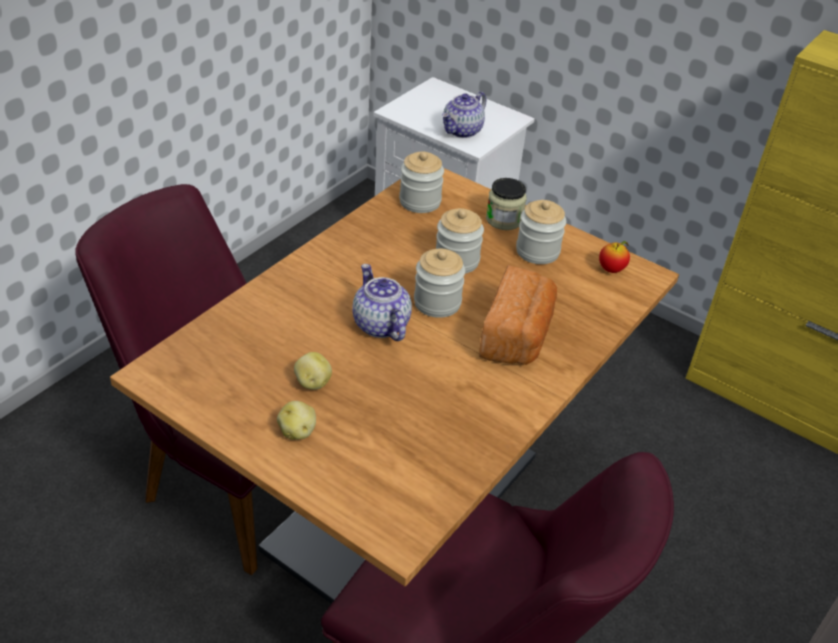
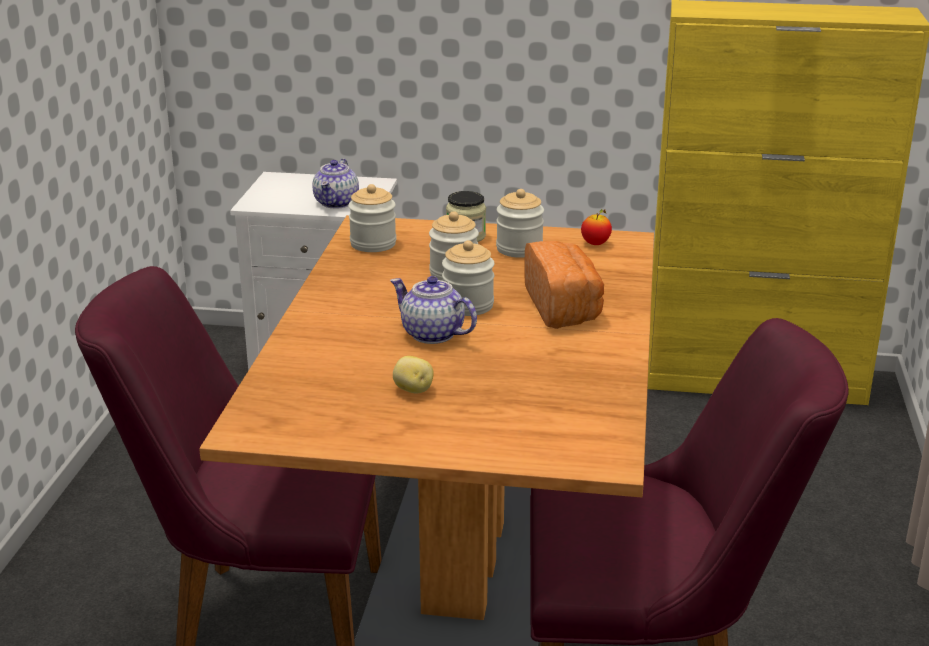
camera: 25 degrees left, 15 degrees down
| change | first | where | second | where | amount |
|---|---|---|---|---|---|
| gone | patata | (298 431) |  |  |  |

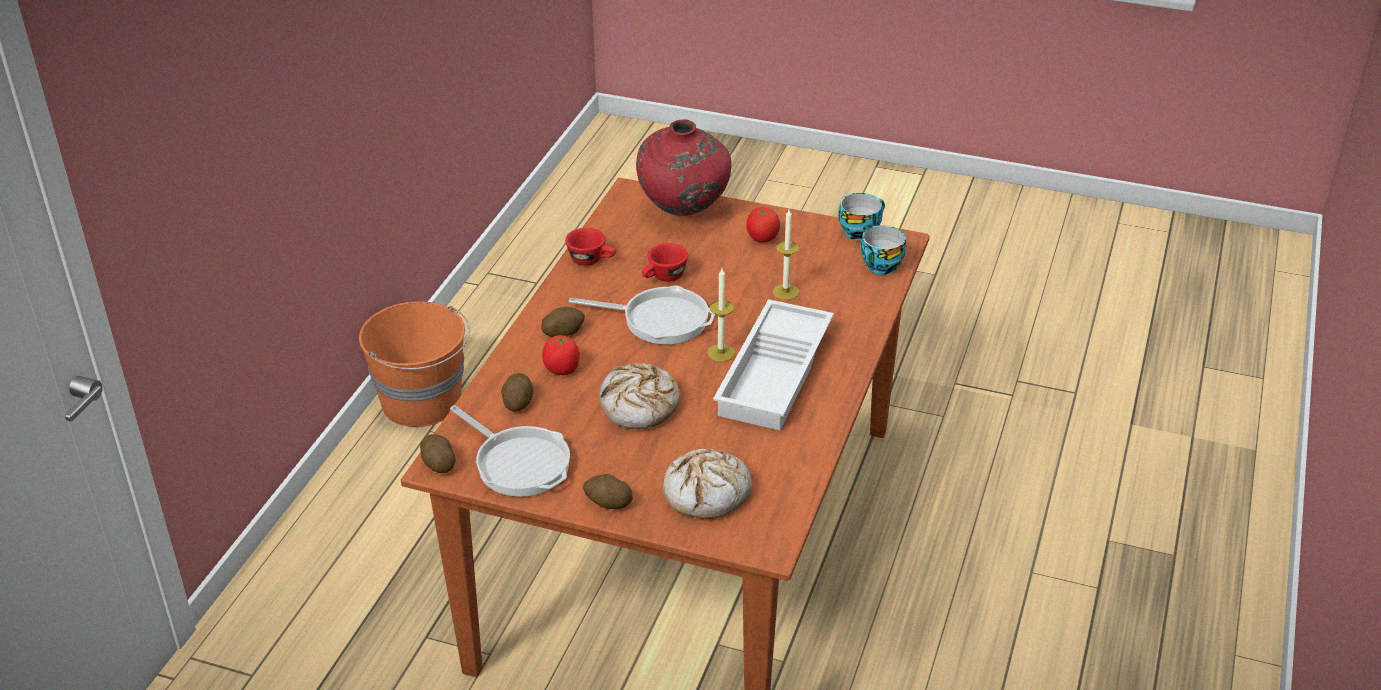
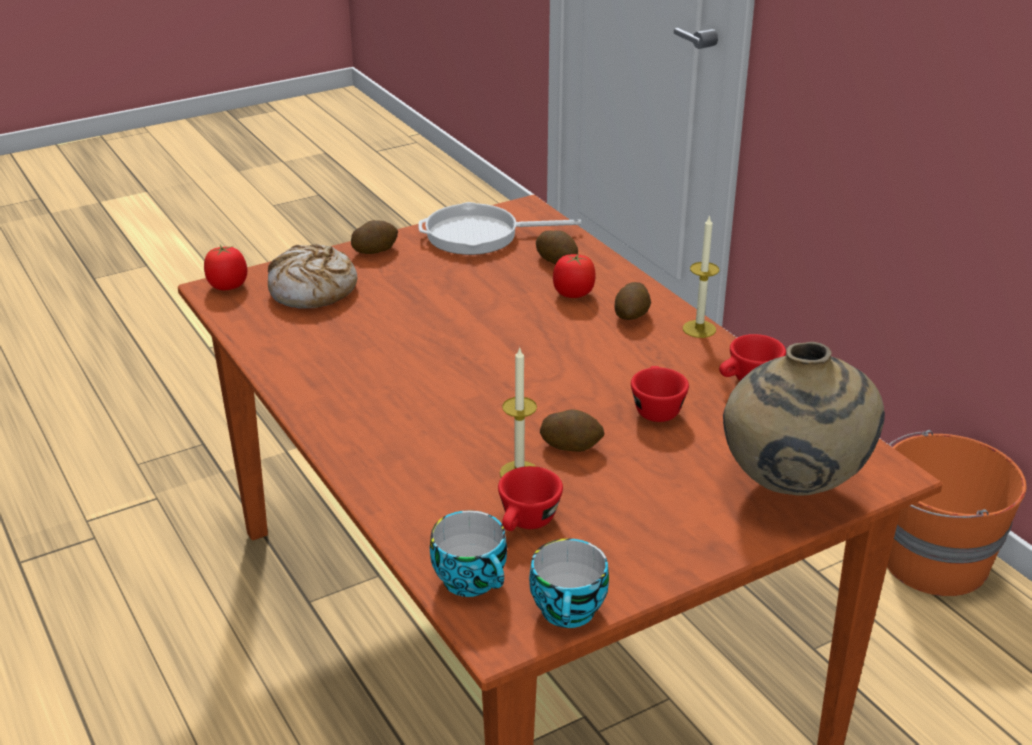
camera: 130 degrees right, 5 degrees down
| change | first | where | second | where | amount |
|---|---|---|---|---|---|
| repainted | florero/rojo | (684 211) | florero/beis | (790 489) |  |
| shifted | tomate | (762 238) |  | (228 286) |  |
| shifted | vela | (721 353) |  | (699 329) |  |
| gone | sartén | (659 320) |  |  |  |
| gone | bandeja/blanco | (776 374) |  |  |  |
| gone | pan | (639 406) |  |  |  |
| shifted | patata | (438 464) |  | (571 445) |  |
| new |  |  | taza/rojo | (526 523) |  |

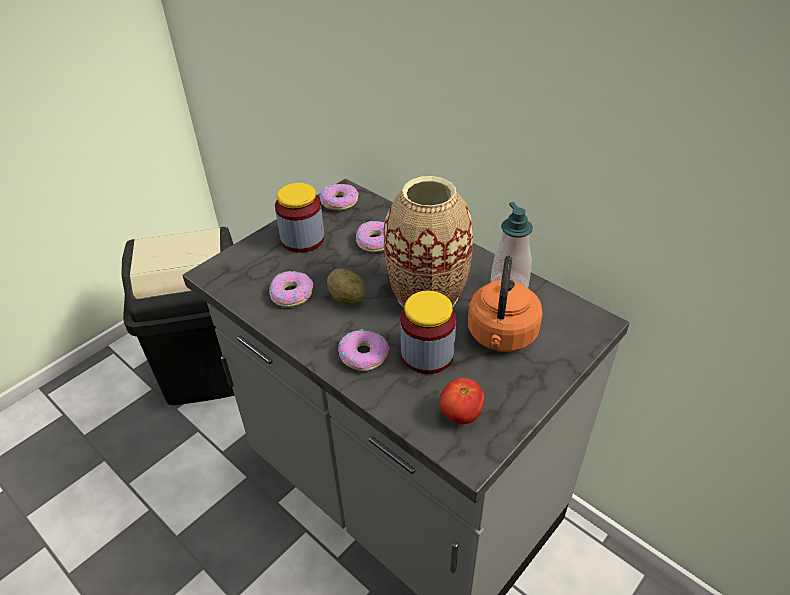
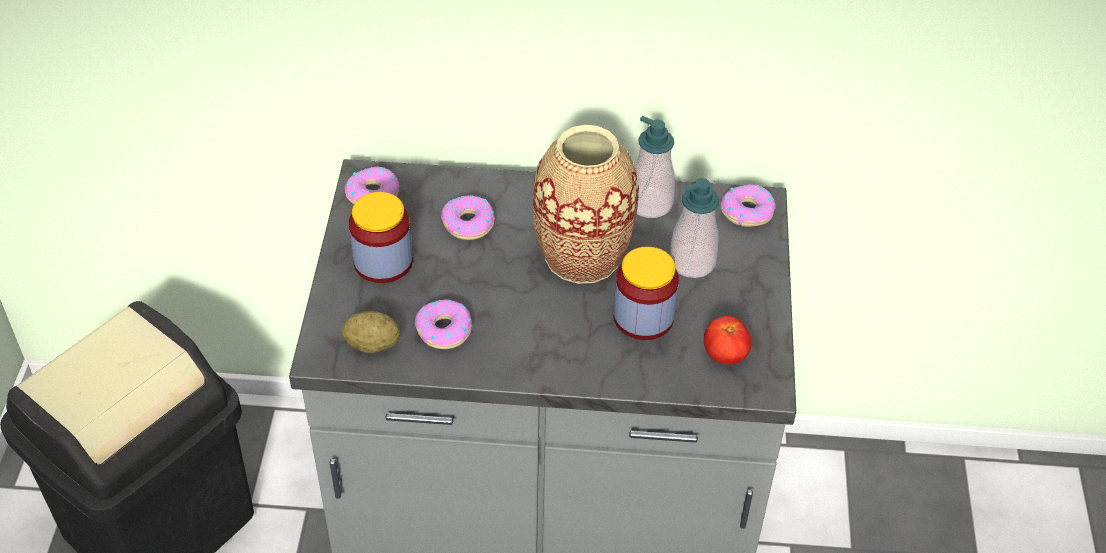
camera: 40 degrees left, 5 degrees up
| change | first | where | second | where | amount |
|---|---|---|---|---|---|
| swapped | hervidor/naranja | (501 336) | dispensador de jabón | (692 262) |  |
| shifted | patata | (347 298) |  | (372 345) |  |
| shifted | rosquilla | (363 355) |  | (747 211) |  |

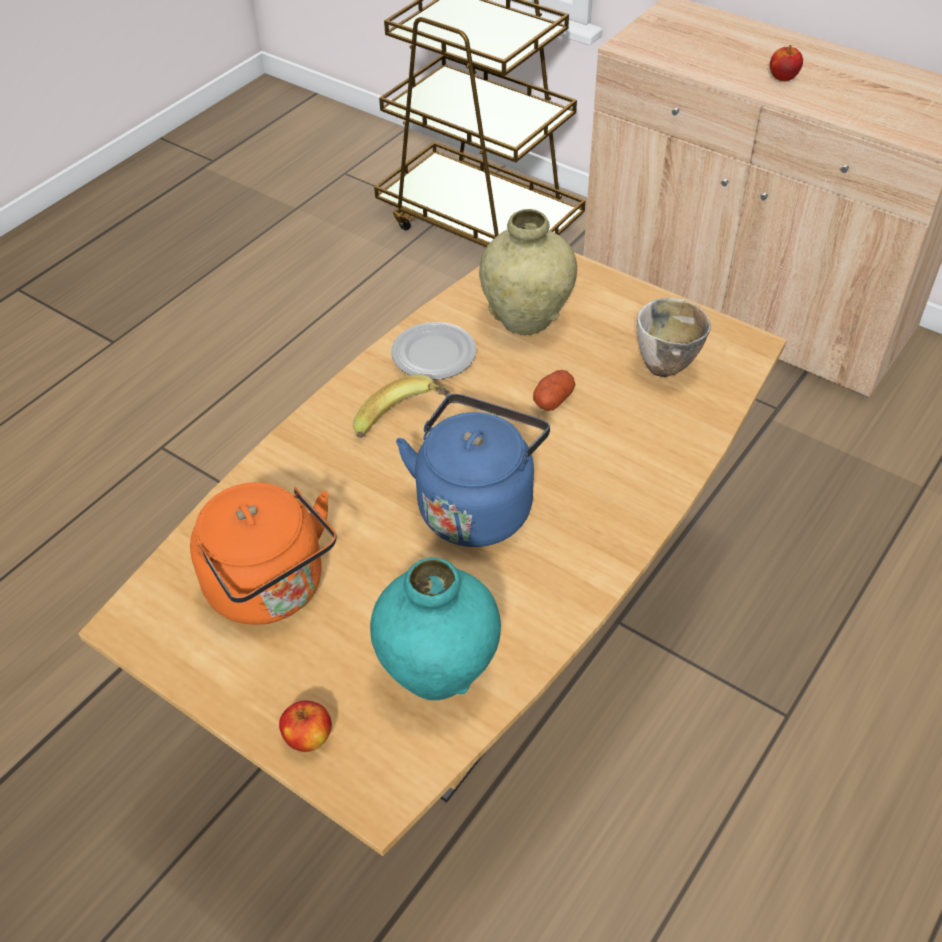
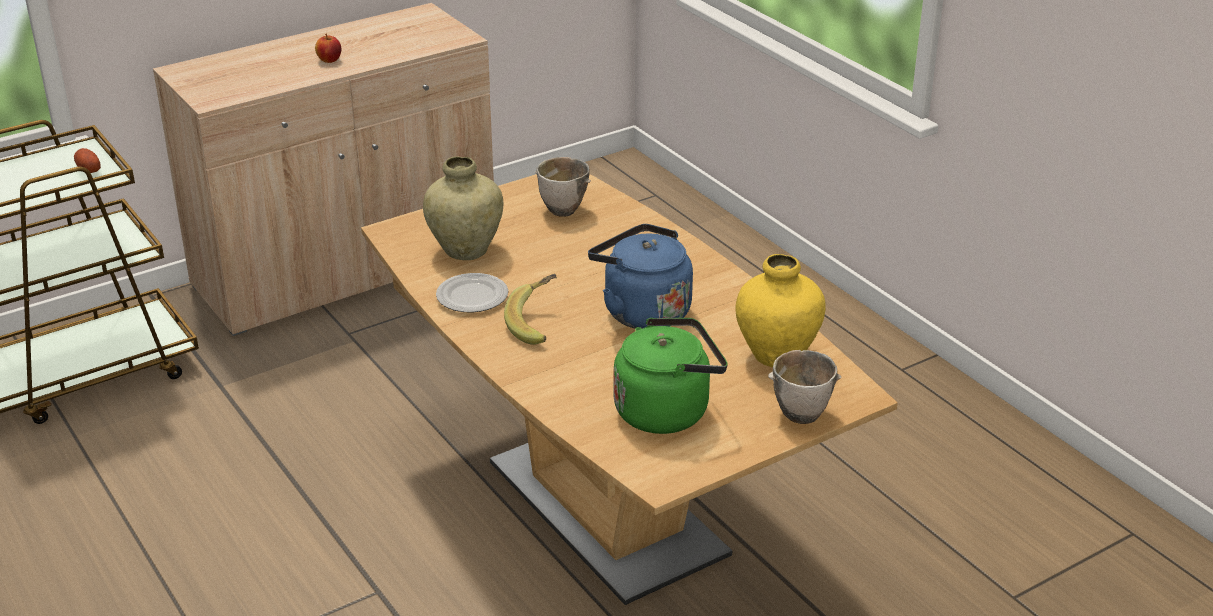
camera: 70 degrees left, 15 degrees down
| change | first | where | second | where | amount |
|---|---|---|---|---|---|
| shifted | patata | (553 399) |  | (88 169) |  |
| repainted | hervidor/naranja | (271 590) | hervidor/verde | (667 410) |  |
| repainted | florero/turquesa | (438 672) | florero/amarillo | (777 355) |  |
| swapped | manzana | (309 738) | cuenco | (803 415) |  |

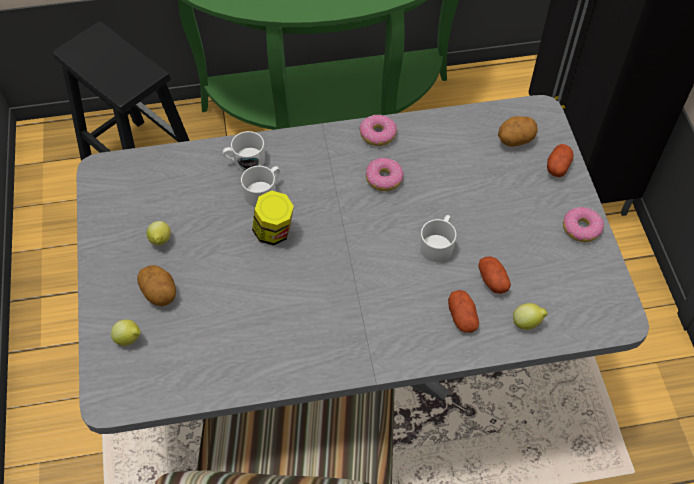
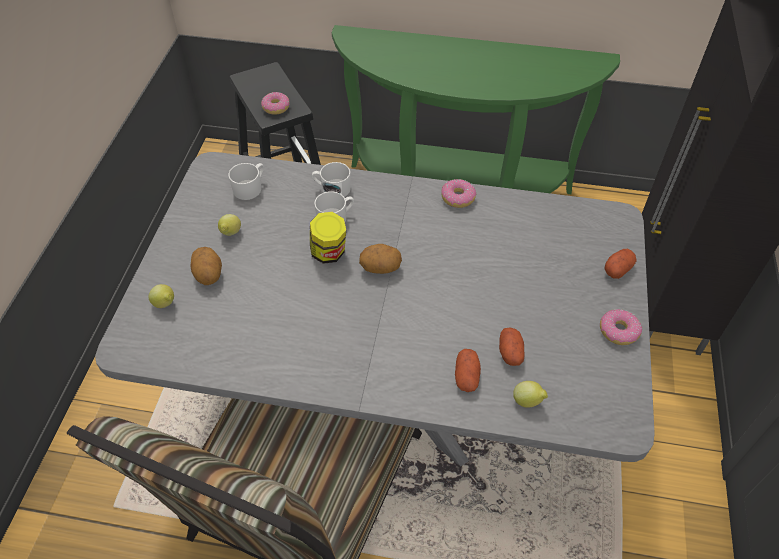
camera: 20 degrees right, 5 degrees down
| change | first | where | second | where | amount |
|---|---|---|---|---|---|
| shifted | patata | (515 140) |  | (380 268) |  |
| shifted | rosquilla | (384 179) |  | (276 107) |  |
| shifted | taza grande/blanco | (438 245) |  | (250 188) |  |

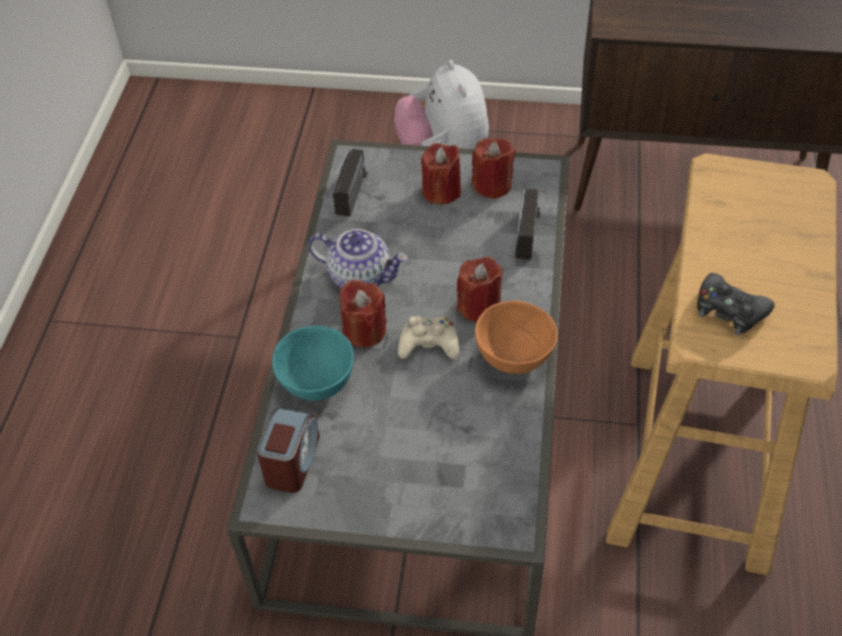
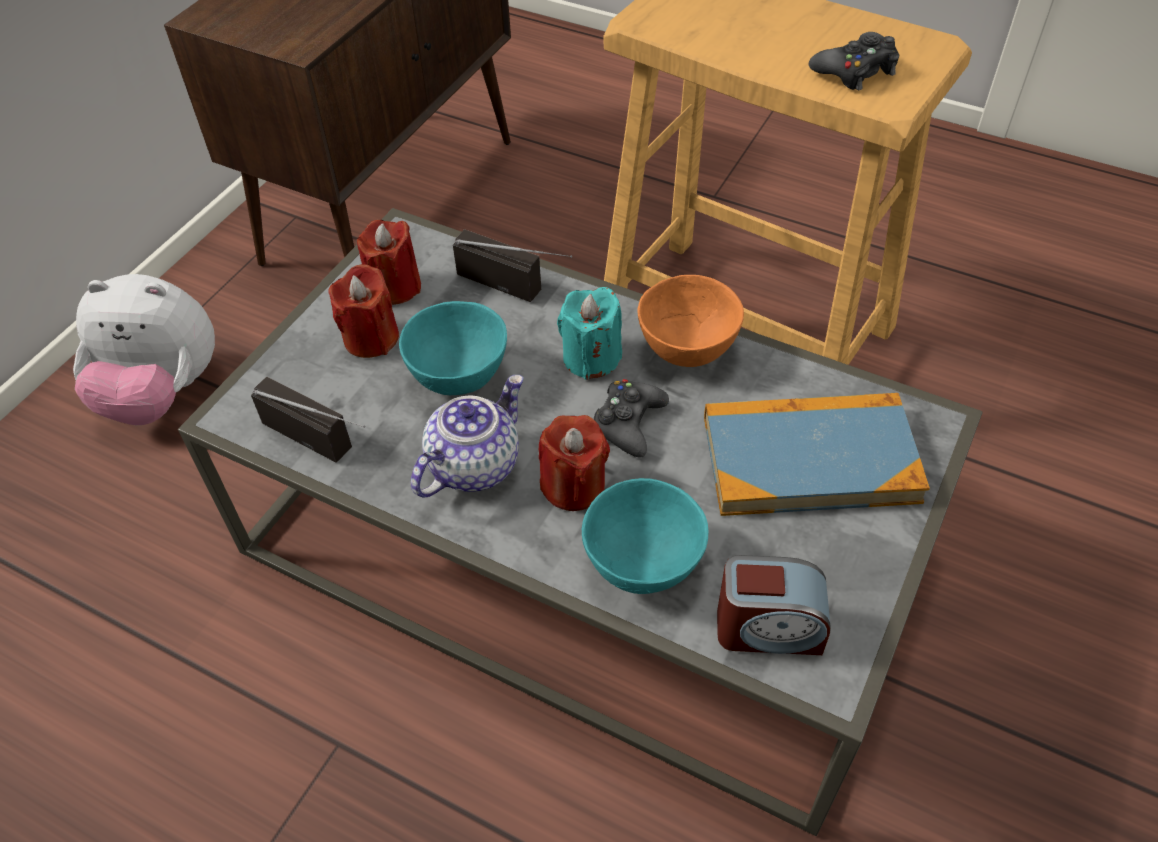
camera: 70 degrees left, 0 degrees up
| change | first | where | second | where | amount |
|---|---|---|---|---|---|
| repainted | vela/rojo | (479 307) | vela/turquesa | (591 357) |  |
| repainted | mando de consola/beis | (428 344) | mando de consola/negro | (628 423) |  |
| rotated | despertador | (292 461) |  | (768 628) | 150 degrees clockwise |
| new |  |  | cuenco/turquesa | (460 376) |  |
| new |  |  | libro | (809 459) |  |

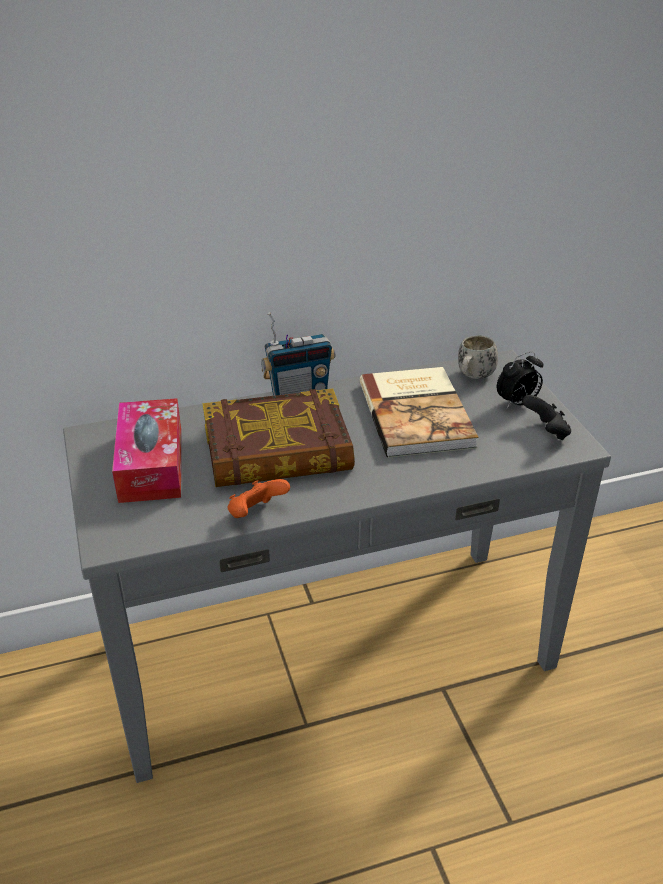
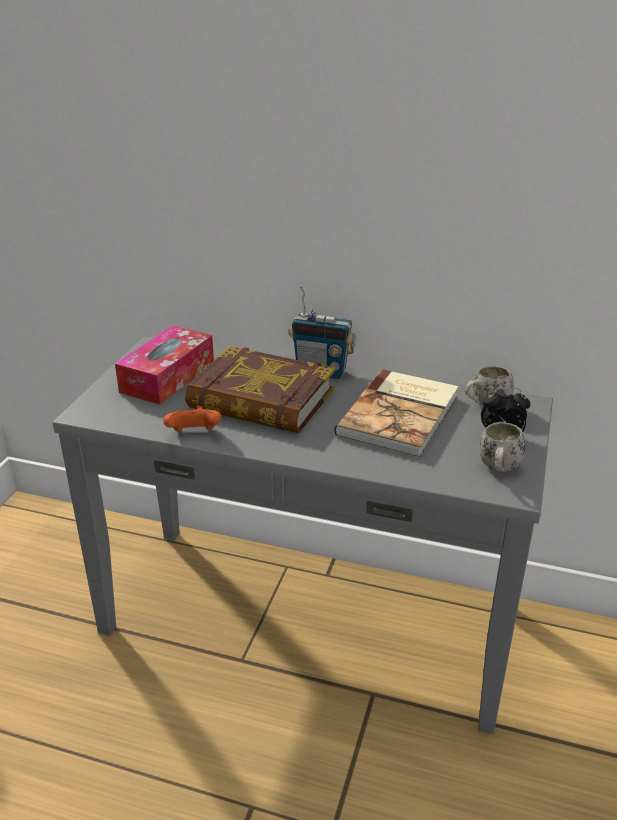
camera: 35 degrees right, 5 degrees down
| change | first | where | second | where | amount |
|---|---|---|---|---|---|
| swapped | mando de consola/negro | (546 432) | taza grande/blanco | (499 470) |  |

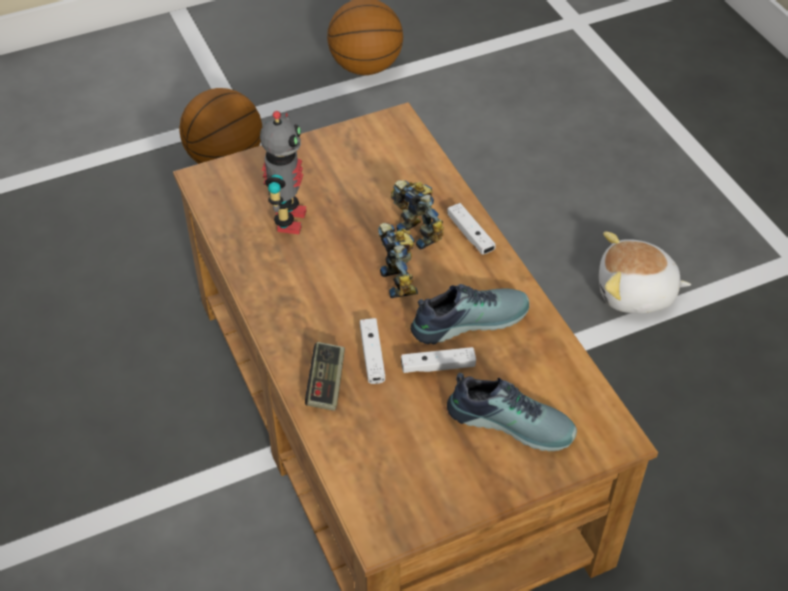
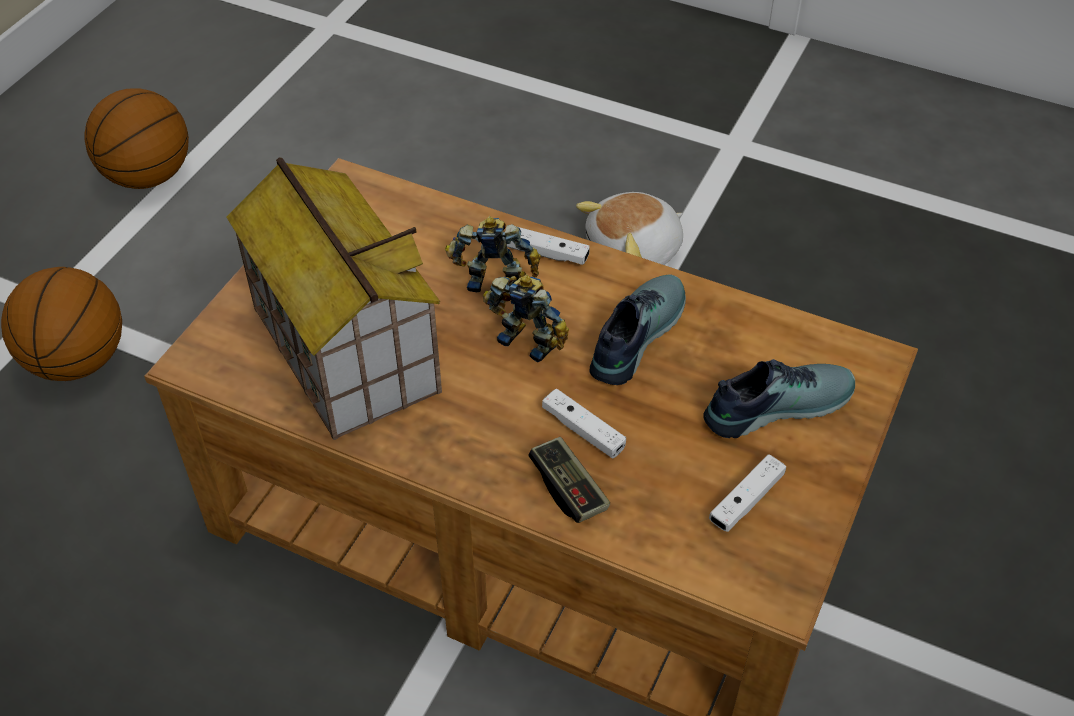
camera: 40 degrees left, 0 degrees up
| change | first | where | second | where | amount |
|---|---|---|---|---|---|
| swapped | robot de juguete | (288 220) | casita | (343 349) |  |
| shifted | mando de consola/blanco | (438 366) |  | (746 500) |  |

